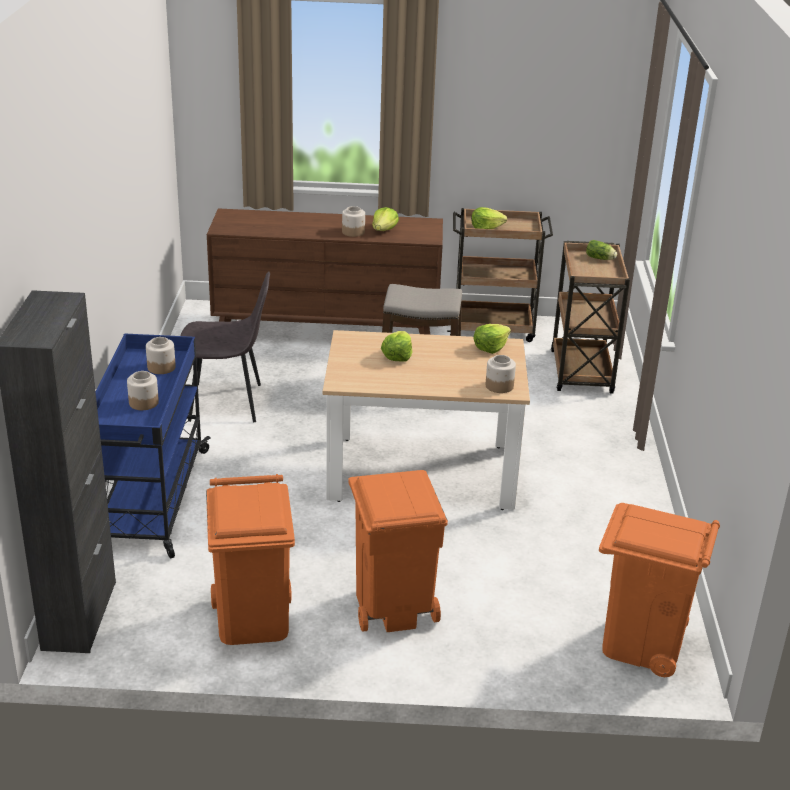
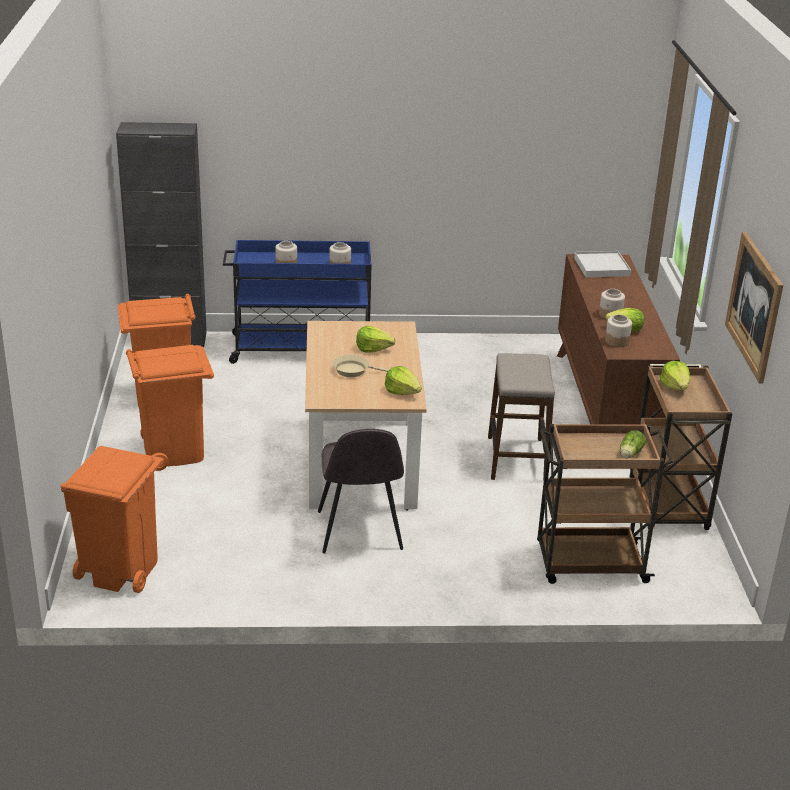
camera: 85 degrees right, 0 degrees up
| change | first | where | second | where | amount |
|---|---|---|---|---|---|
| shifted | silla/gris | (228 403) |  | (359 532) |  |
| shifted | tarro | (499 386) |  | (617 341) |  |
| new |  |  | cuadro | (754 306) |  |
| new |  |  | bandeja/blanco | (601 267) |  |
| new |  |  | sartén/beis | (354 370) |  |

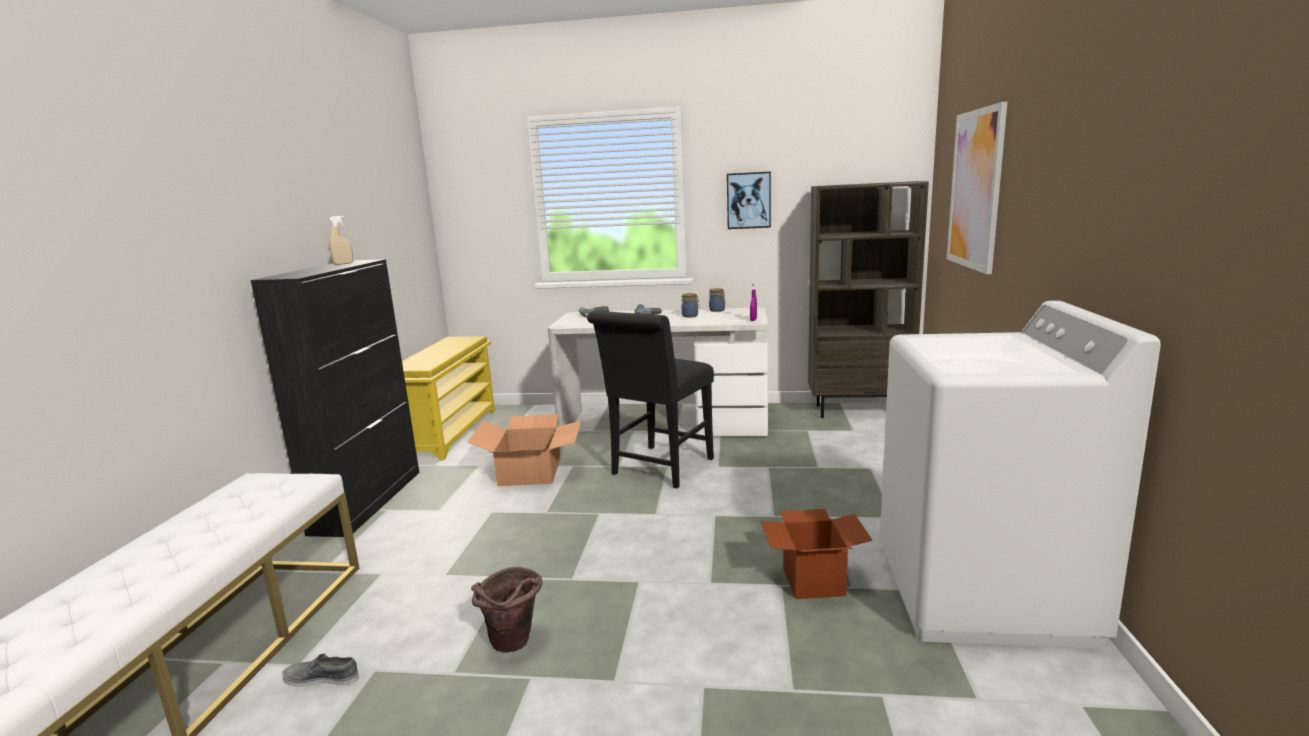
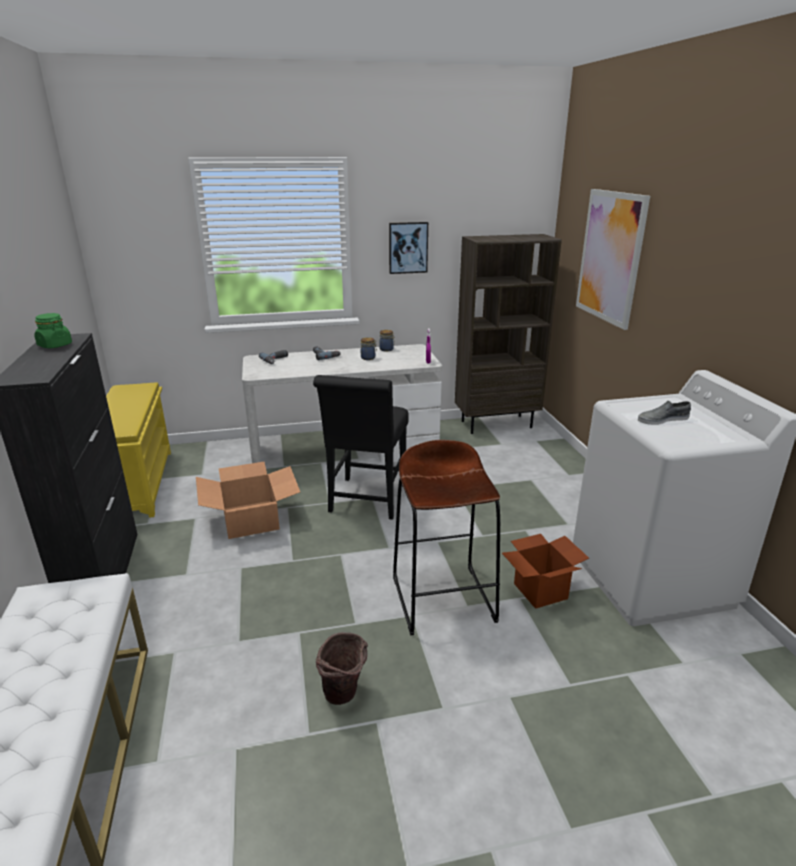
camera: 20 degrees left, 10 degrees up
| change | first | where | second | where | amount |
|---|---|---|---|---|---|
| swapped | pulverizador/beis | (343 264) | tarro/verde | (55 345) |  |
| shifted | zapato/gris | (322 678) |  | (662 419) |  |
| new |  |  | taburete/marrón | (443 598) |  |

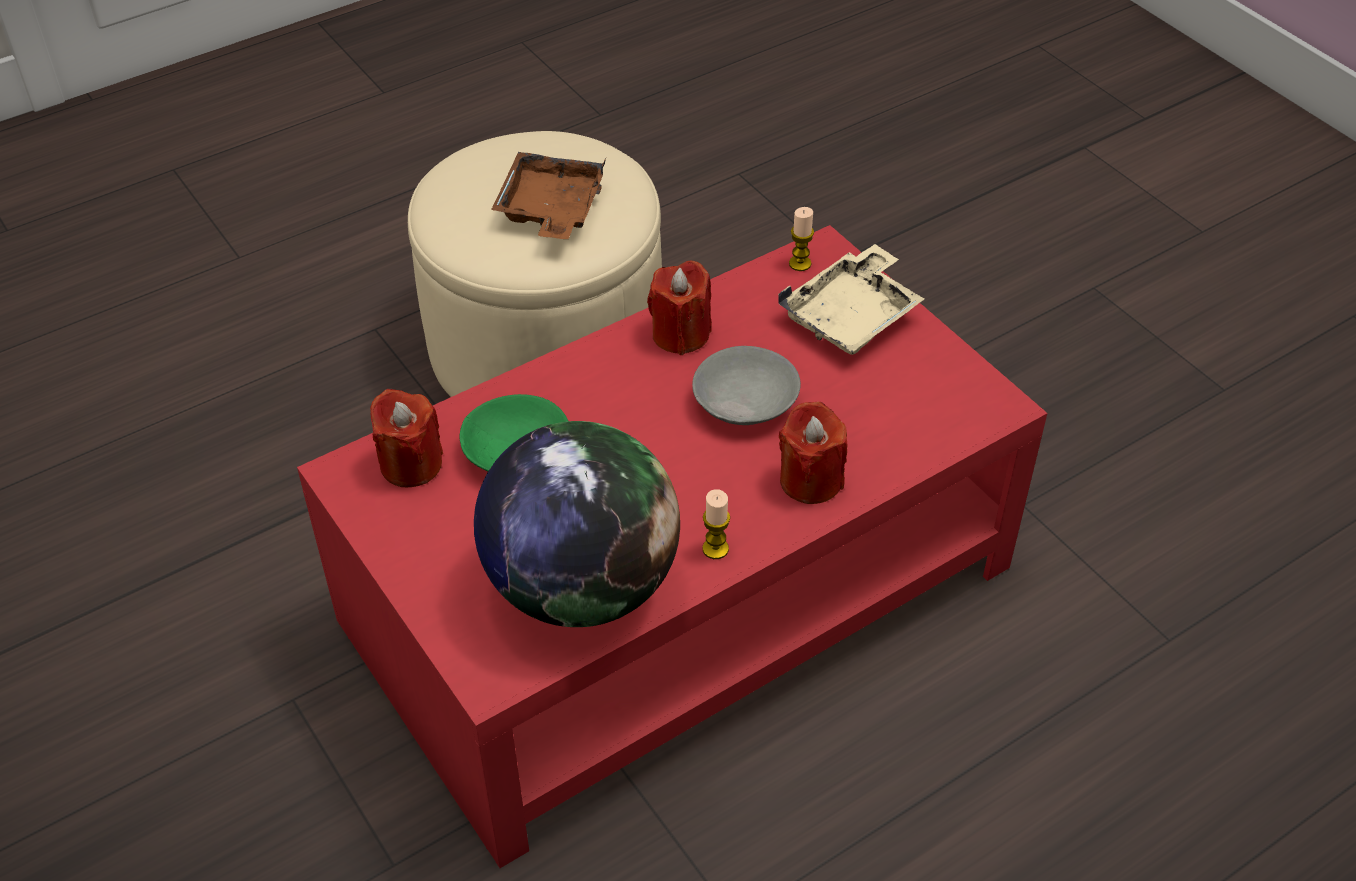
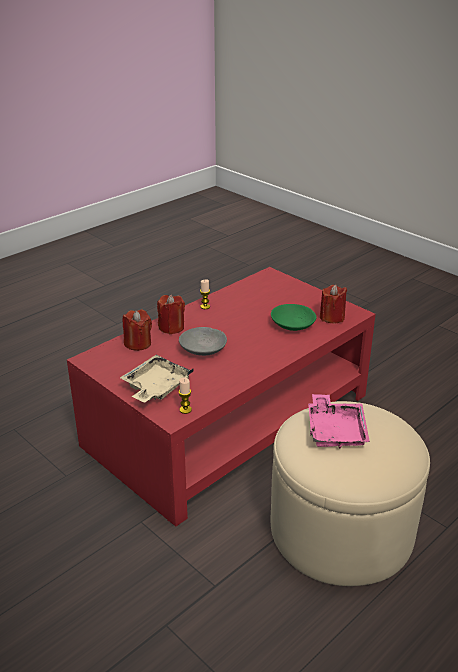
camera: 170 degrees right, 15 degrees down
| change | first | where | second | where | amount |
|---|---|---|---|---|---|
| repainted | bandeja/marrón | (550 210) | bandeja/rosa | (335 431) |  |
| shifted | vela/rojo | (680 334) |  | (138 343) |  |
| gone | globo terráqueo | (581 586) |  |  |  |

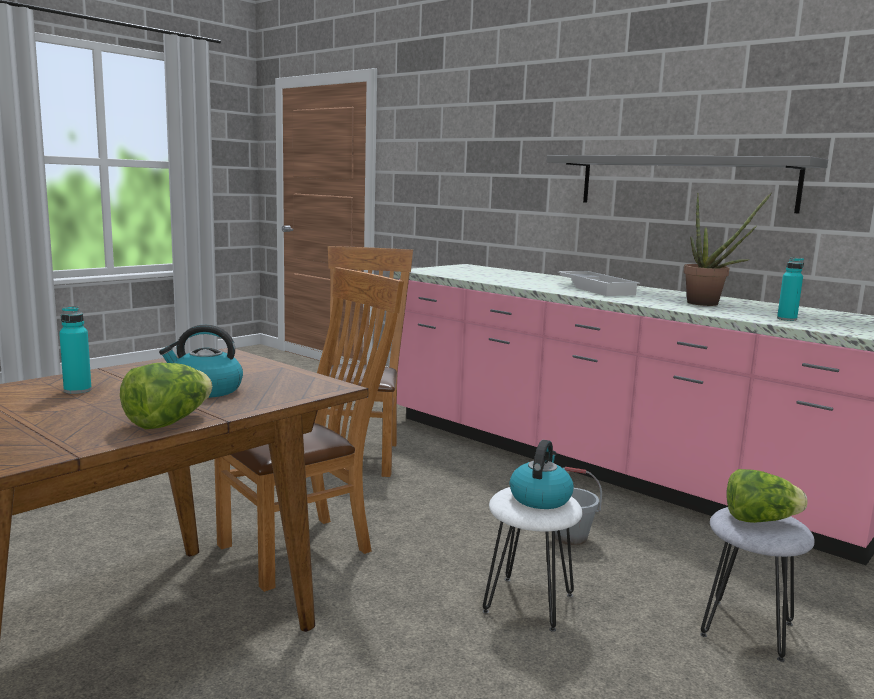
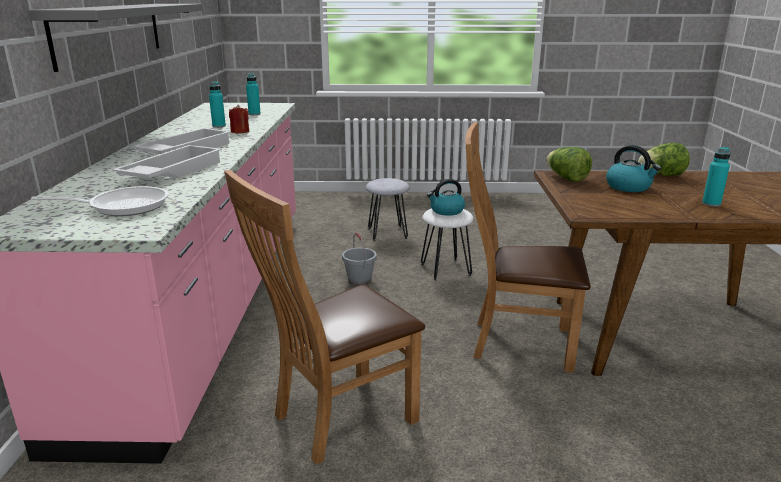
camera: 130 degrees left, 10 degrees up
| change | first | where | second | where | amount |
|---|---|---|---|---|---|
| swapped | planta en maceta | (709 304) | botella/turquesa | (219 126) |  |
| shifted | lechuga | (759 520) |  | (566 178) |  |
| new |  |  | vela/rojo | (240 131) |  |
| new |  |  | bandeja/blanco | (171 172) |  |
| new |  |  | sartén | (122 206) |  |

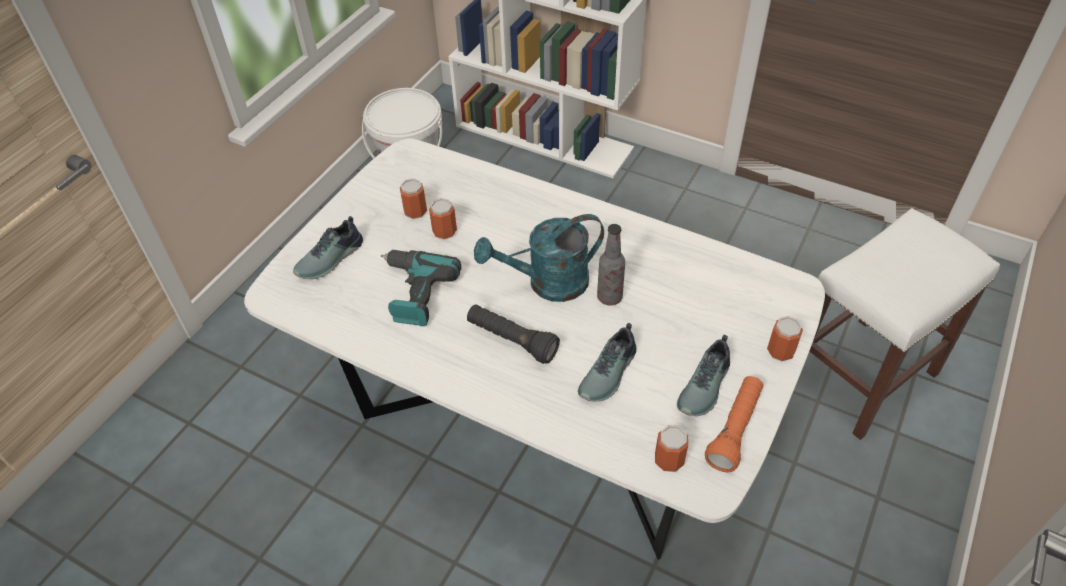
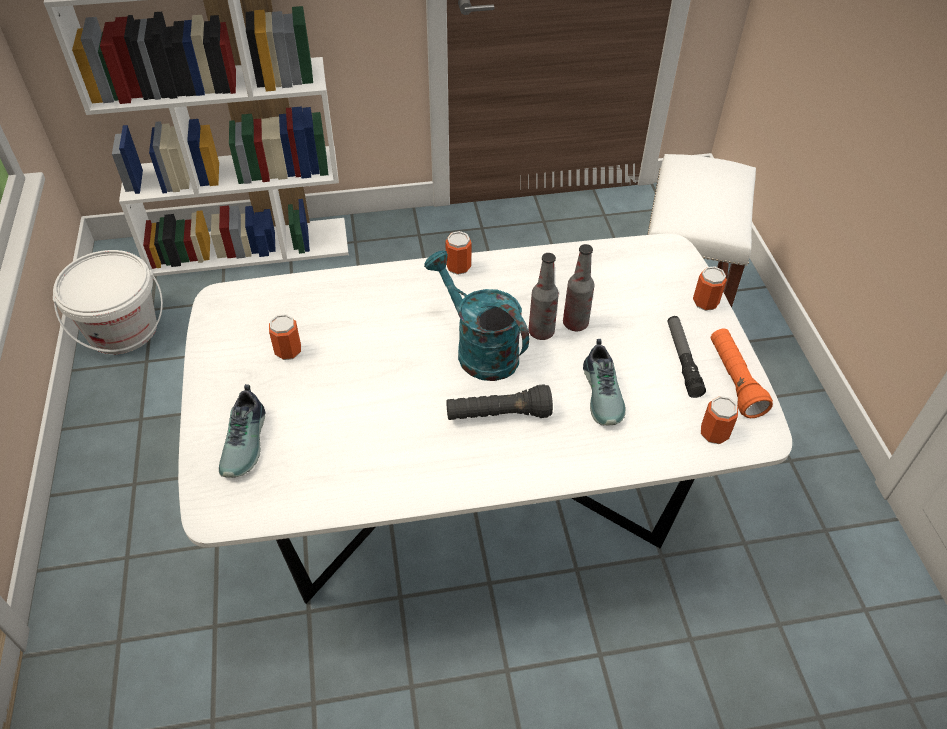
camera: 40 degrees left, 0 degrees up
| change | first | where | second | where | amount |
|---|---|---|---|---|---|
| shifted | lata | (444 231) |  | (458 267) |  |
| rotated | regadera/turquesa | (547 284) |  | (479 349) | 105 degrees clockwise |
| gone | taladro | (414 293) |  |  |  |
| swapped | zapato | (706 386) | linterna | (683 360) |  |
| new |  |  | botella | (575 323) |  |

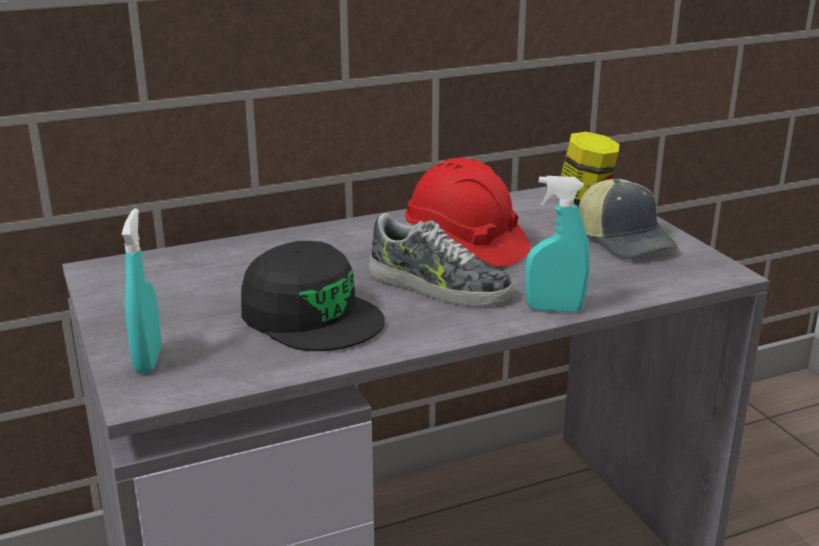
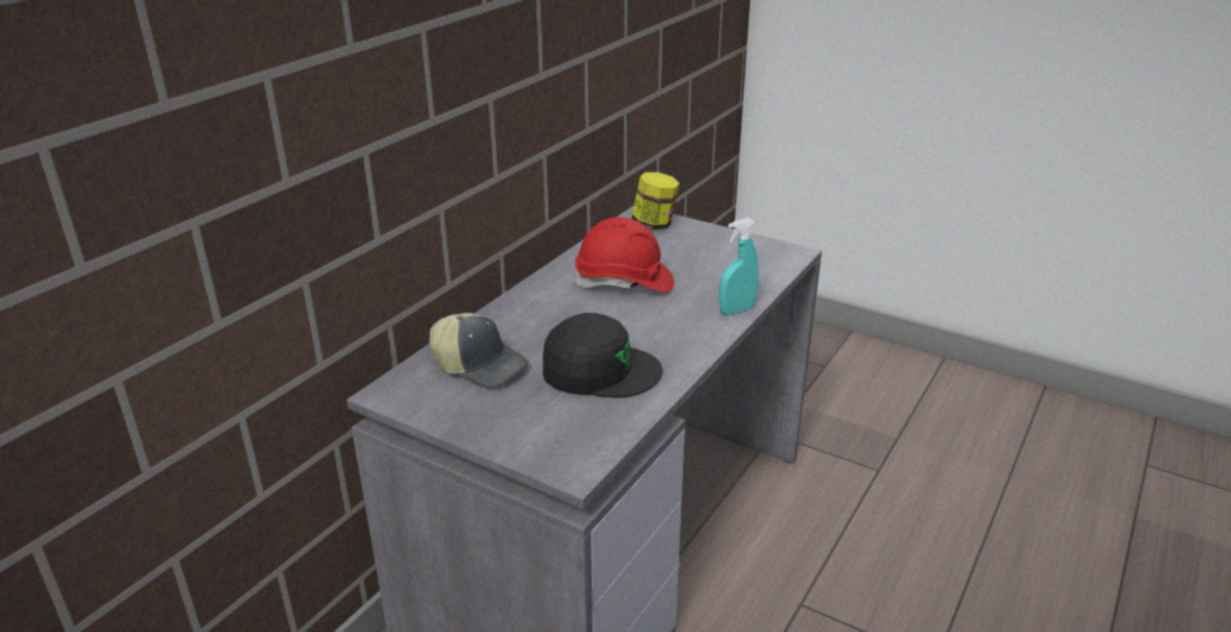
camera: 35 degrees left, 5 degrees up
| change | first | where | second | where | amount |
|---|---|---|---|---|---|
| shifted | gorra | (626 240) |  | (480 365) |  |
| gone | pulverizador/turquesa | (148 360) |  |  |  |
| gone | zapato | (438 287) |  |  |  |

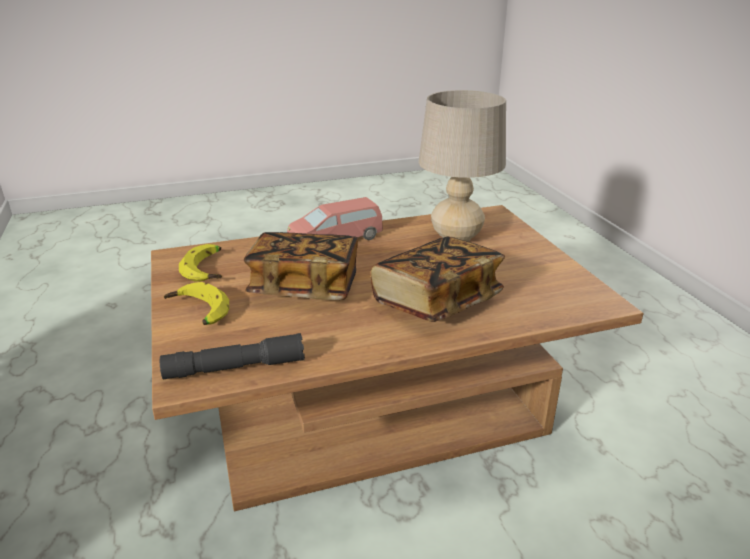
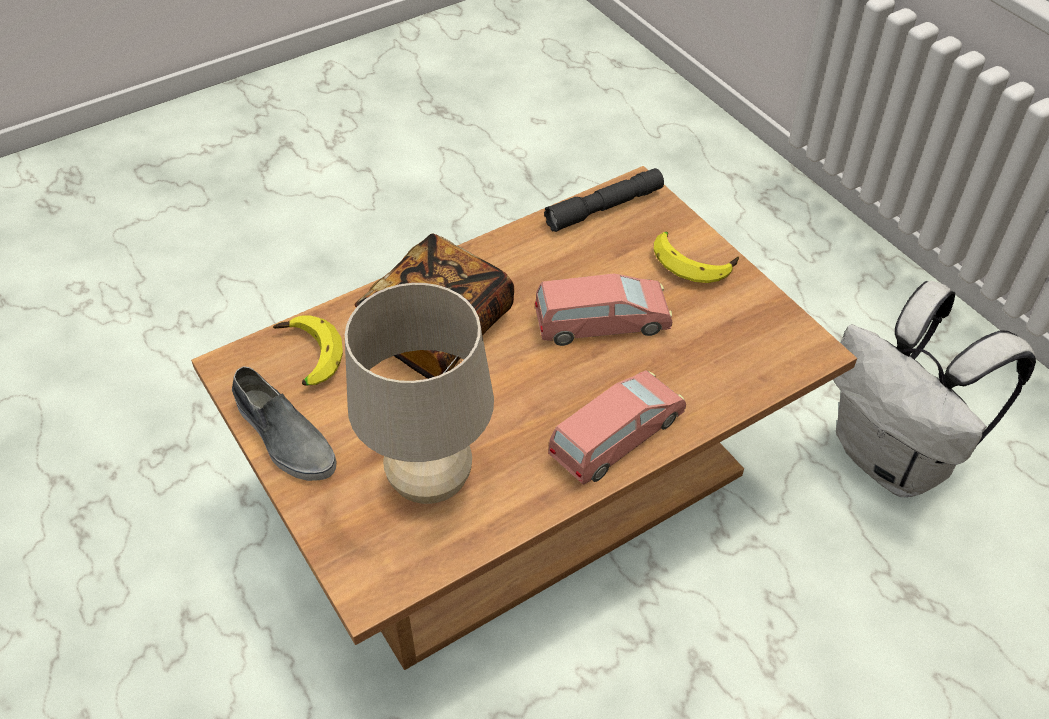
camera: 165 degrees right, 20 degrees up
| change | first | where | second | where | amount |
|---|---|---|---|---|---|
| swapped | libro | (305 287) | coche de juguete/rosa | (601 323) |  |
| shifted | plátano | (209 270) |  | (306 357) |  |
| new |  |  | mochila/blanco | (894 459) |  |
| new |  |  | zapato/gris | (284 437) |  |

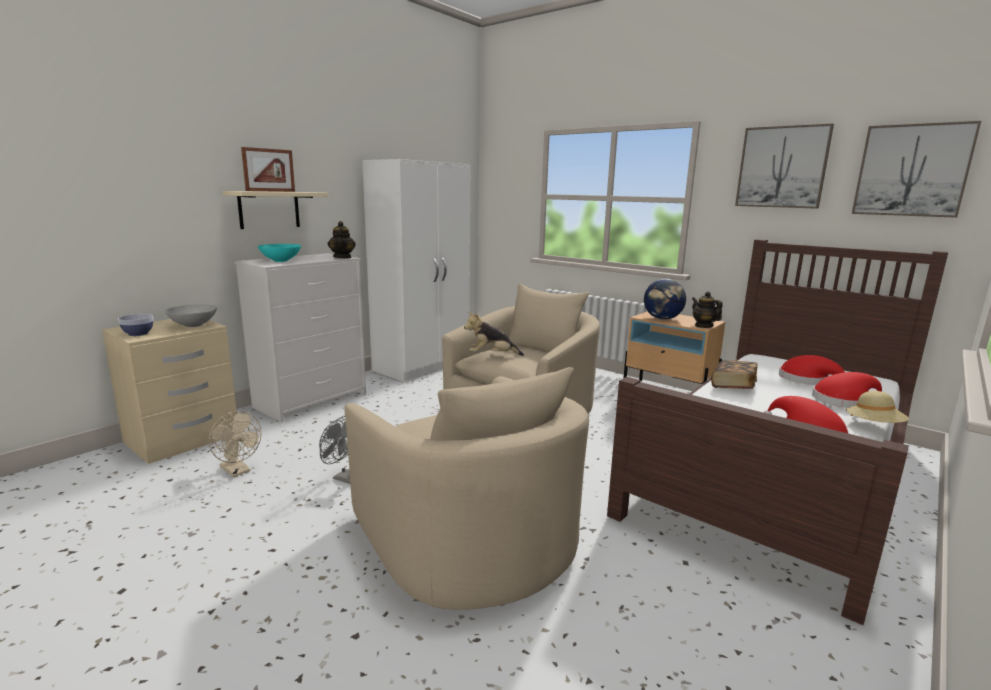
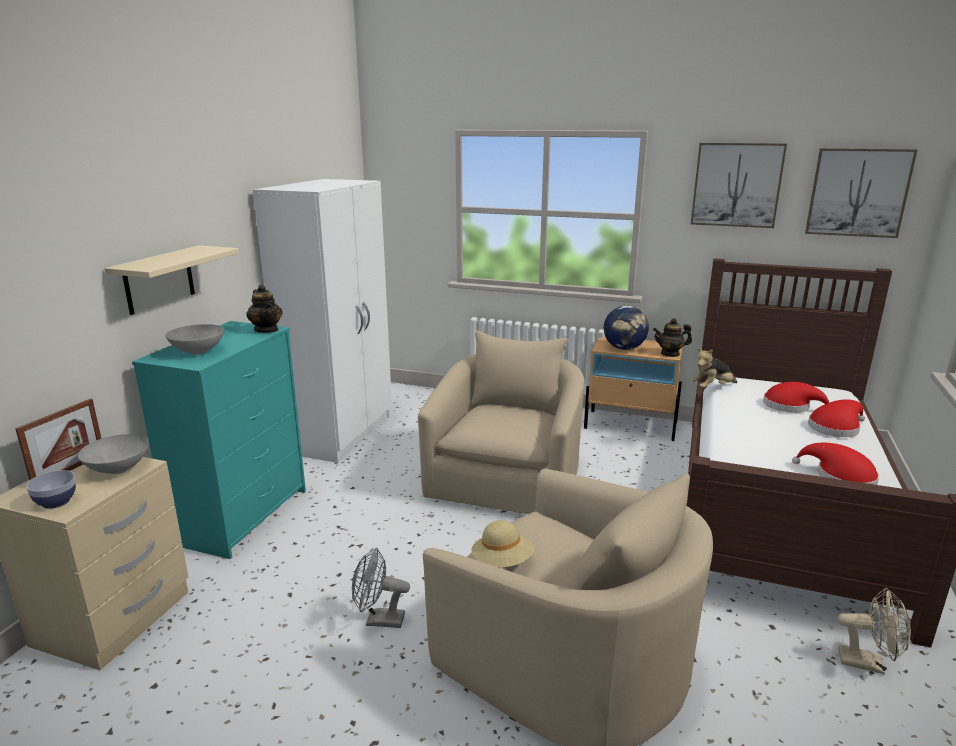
camera: 20 degrees left, 5 degrees up
| change | first | where | second | where | amount |
|---|---|---|---|---|---|
| shifted | portarretratos | (271 191) |  | (70 469) |  |
| repainted | cuenco/turquesa | (281 261) | cuenco/gris | (198 351) |  |
| repainted | cómoda/blanco | (311 400) | cómoda/turquesa | (242 515) |  |
| rotated | tetera | (703 326) |  | (670 354) | 45 degrees counterclockwise |
| shifted | peluche | (492 356) |  | (712 388) |  |
| gone | libro | (733 386) |  |  |  |
| shifted | sombrero/beis | (874 426) |  | (502 562) |  |
| shifted | ventilador/beis | (238 471) |  | (868 663) |  |

